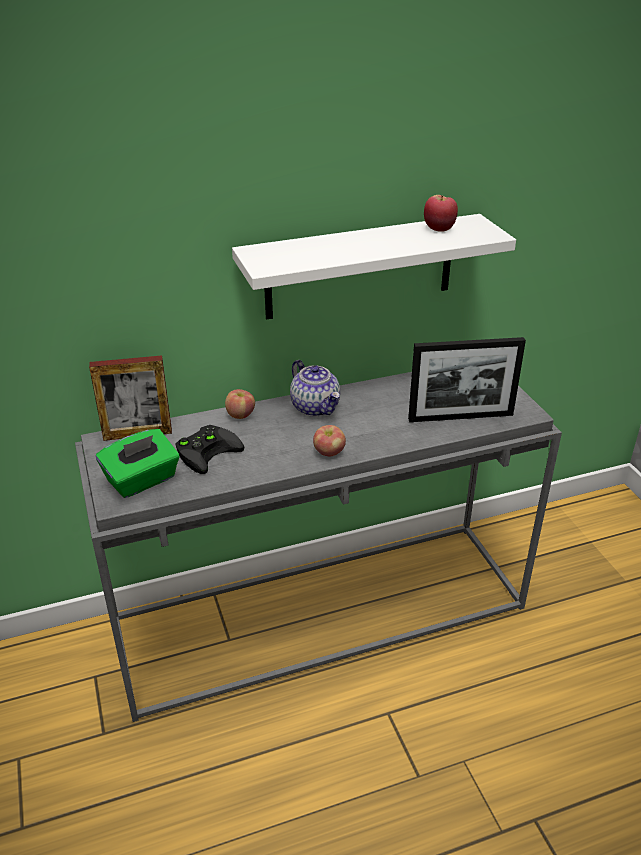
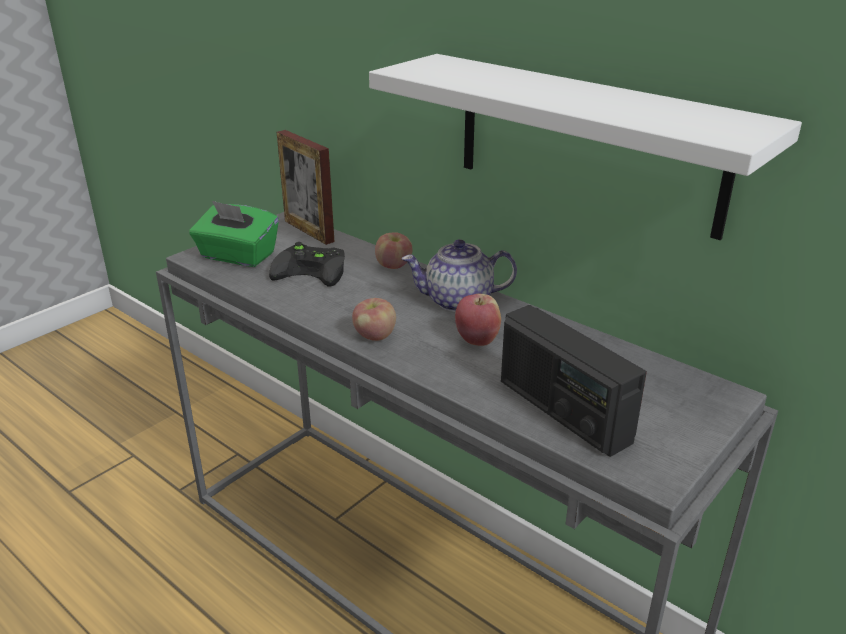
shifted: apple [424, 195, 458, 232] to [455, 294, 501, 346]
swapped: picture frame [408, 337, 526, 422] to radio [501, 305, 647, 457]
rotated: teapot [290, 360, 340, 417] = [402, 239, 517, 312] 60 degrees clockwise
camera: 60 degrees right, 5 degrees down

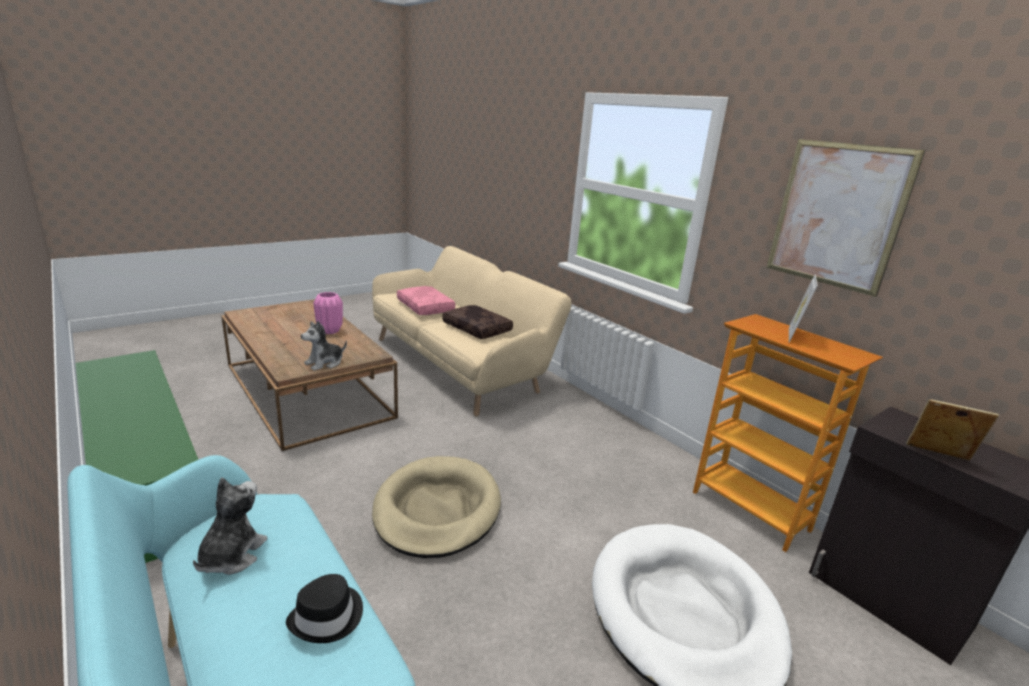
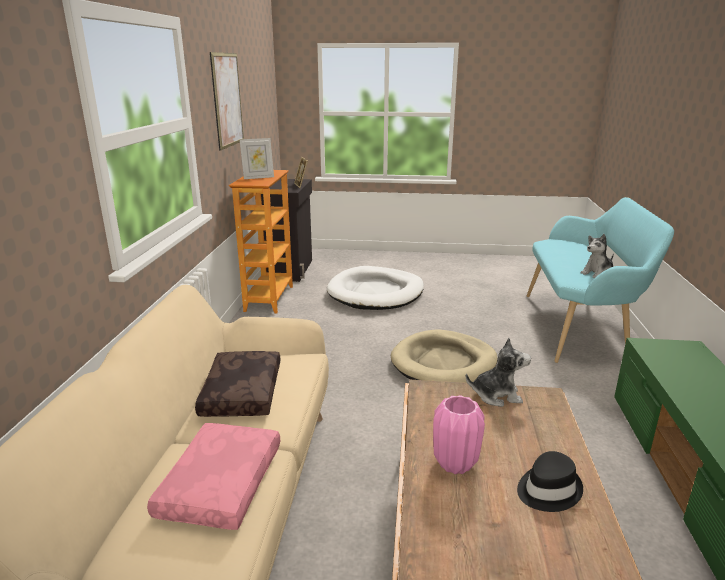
shifted: hat in black [286, 574, 363, 643] to [517, 451, 583, 512]
camera: 135 degrees left, 0 degrees up

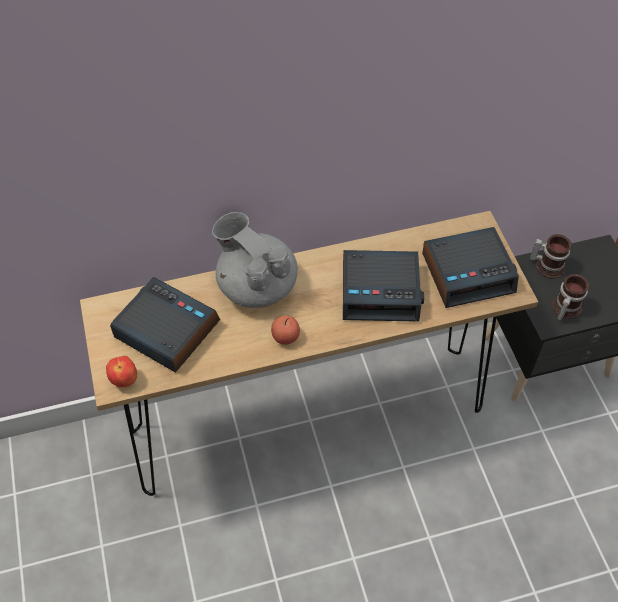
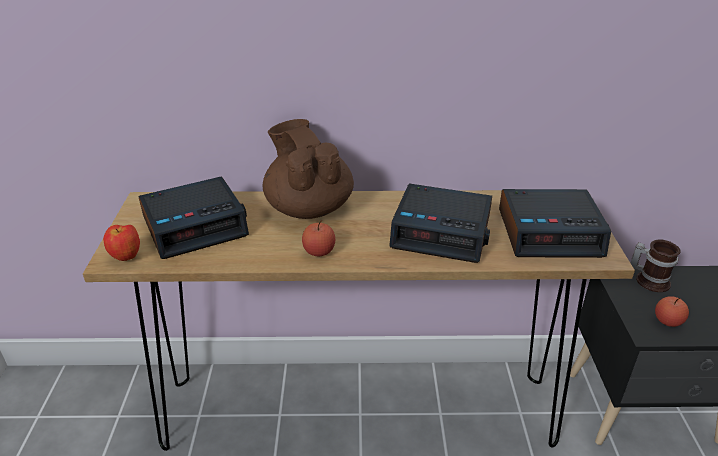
swapped: mug [552, 274, 589, 321] to apple [655, 296, 689, 327]
repainted: teapot in grey [212, 212, 298, 308] to teapot in brown [263, 119, 354, 219]
rotated: alarm clock [110, 277, 220, 373] = [139, 176, 249, 259] 105 degrees clockwise
camera: 15 degrees right, 20 degrees down

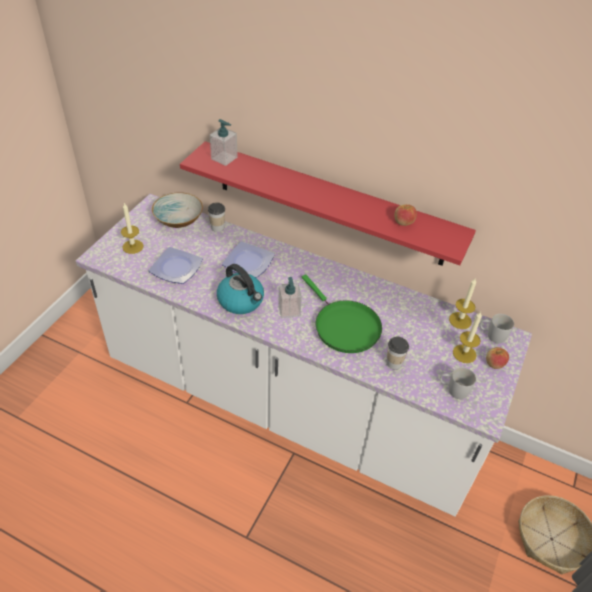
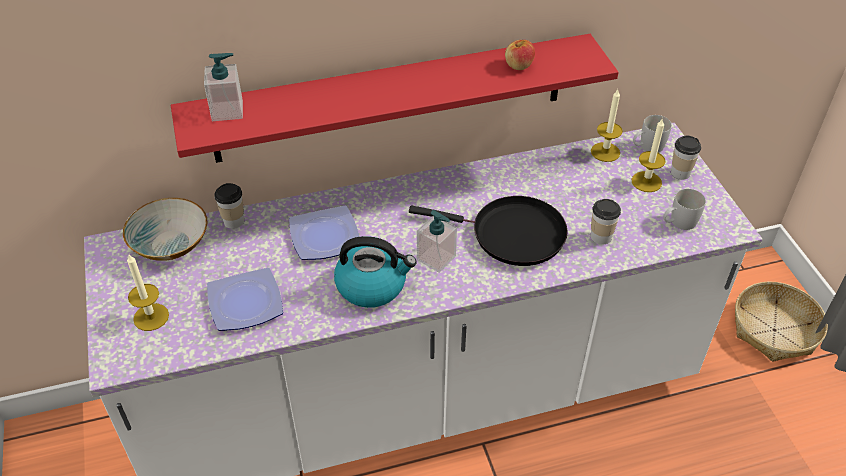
swapped: apple [486, 347, 509, 369] to cup [671, 136, 701, 180]
repainted: frying pan in green [302, 275, 382, 353] to frying pan in black [409, 196, 568, 266]
camera: 40 degrees left, 0 degrees up

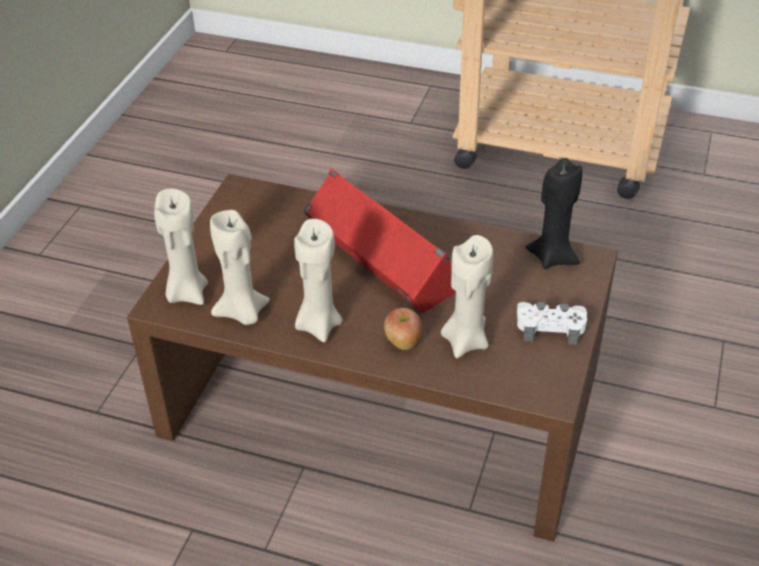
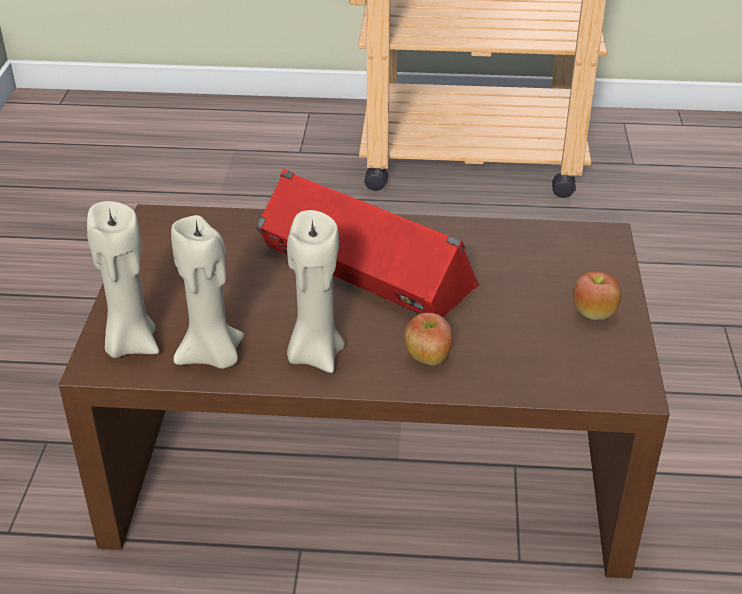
gone: candle in beige [441, 235, 493, 358]; candle in black [526, 158, 583, 269]
swapped: game controller in white [517, 301, 587, 345] to apple [573, 271, 621, 320]
camera: 15 degrees left, 5 degrees down

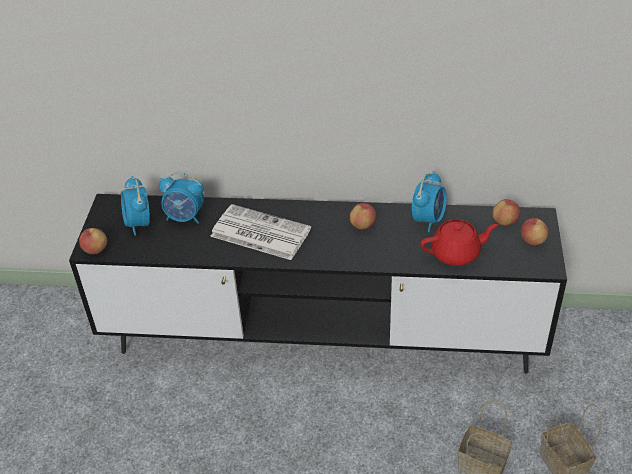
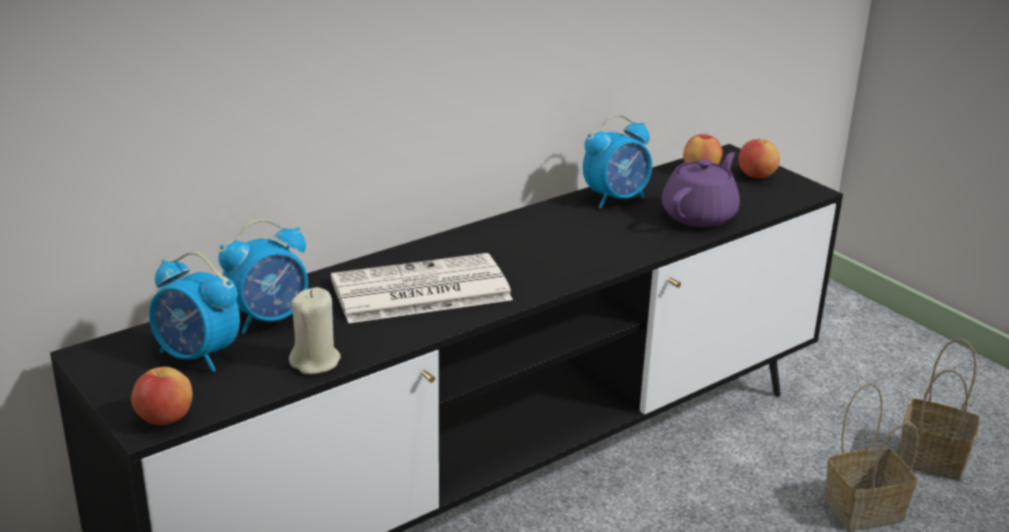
gone: apple [350, 203, 376, 229]
new: candle in beige [289, 287, 341, 374]
repainted: teapot in red [420, 220, 498, 266] to teapot in purple [662, 152, 740, 227]
rotated: alarm clock [412, 171, 447, 233] = [583, 114, 652, 208] 75 degrees clockwise
camera: 45 degrees left, 15 degrees down

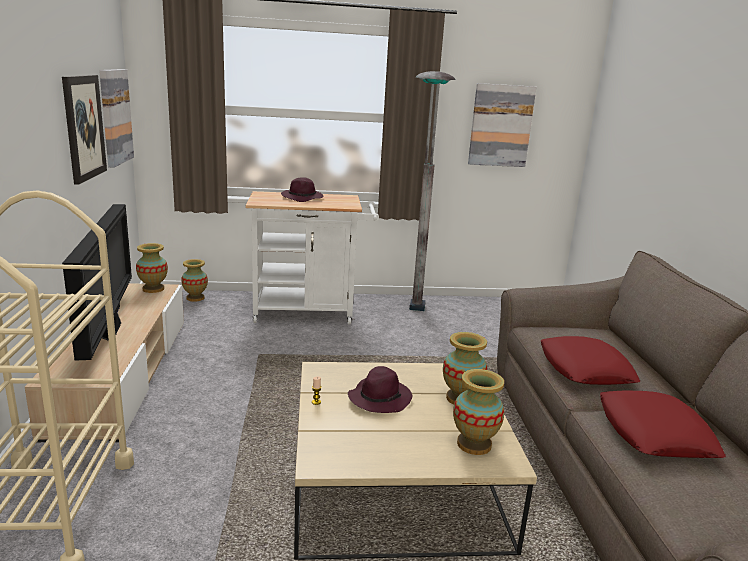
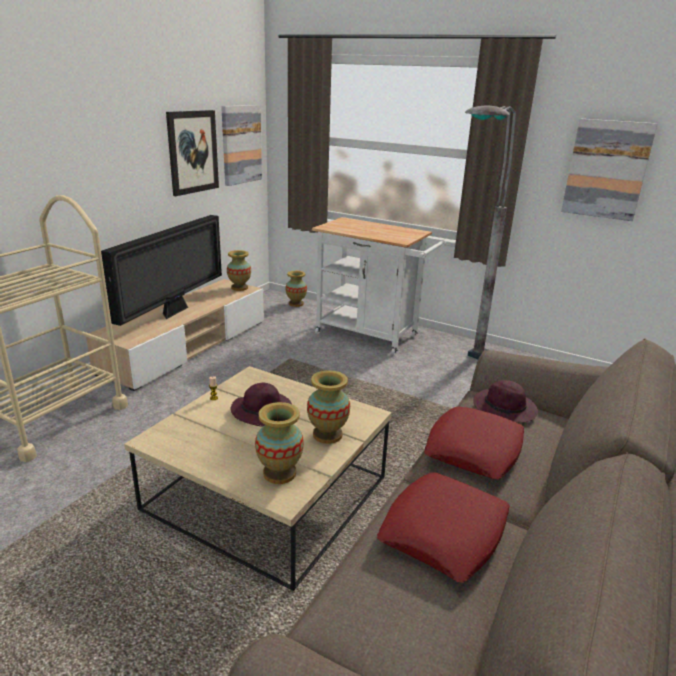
shifted: hat in purple [281, 177, 323, 202] to [473, 380, 538, 422]
camera: 35 degrees right, 5 degrees up

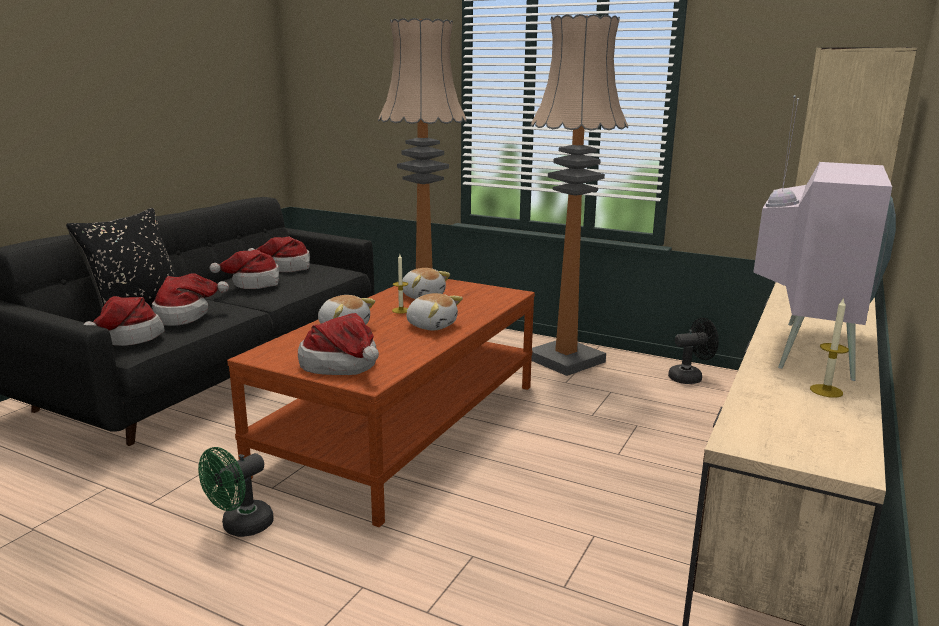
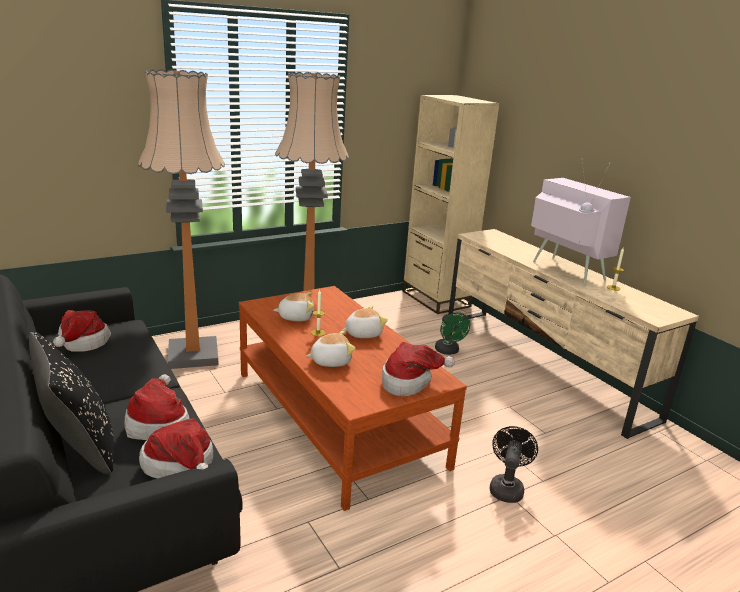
gone: hat [210, 250, 279, 289]
shifted: fan in green [198, 447, 274, 537] to [435, 312, 470, 355]; fan in black [668, 318, 719, 384] to [489, 426, 538, 503]
camera: 60 degrees left, 5 degrees up

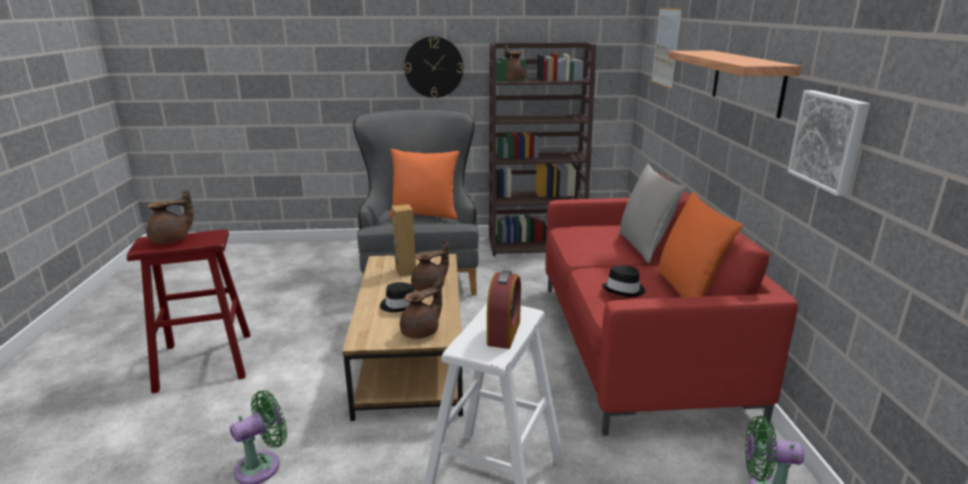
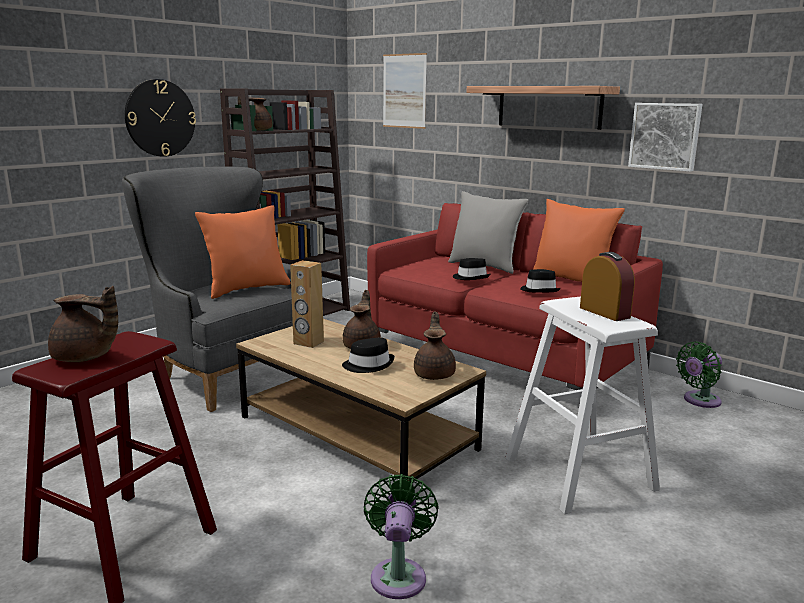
new: hat in black [453, 258, 490, 280]
rotated: teapot in brown [147, 190, 194, 244] = [48, 286, 118, 362] 90 degrees clockwise
camera: 45 degrees left, 5 degrees down

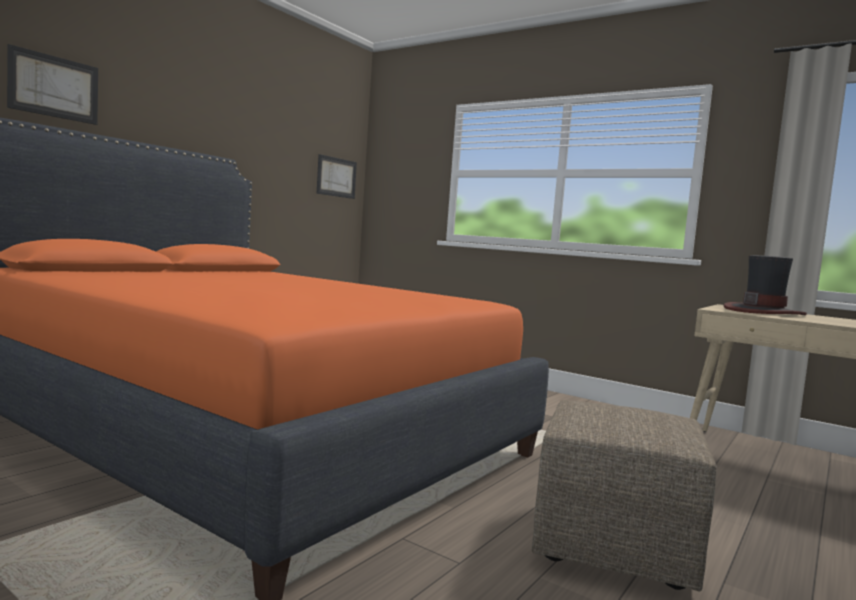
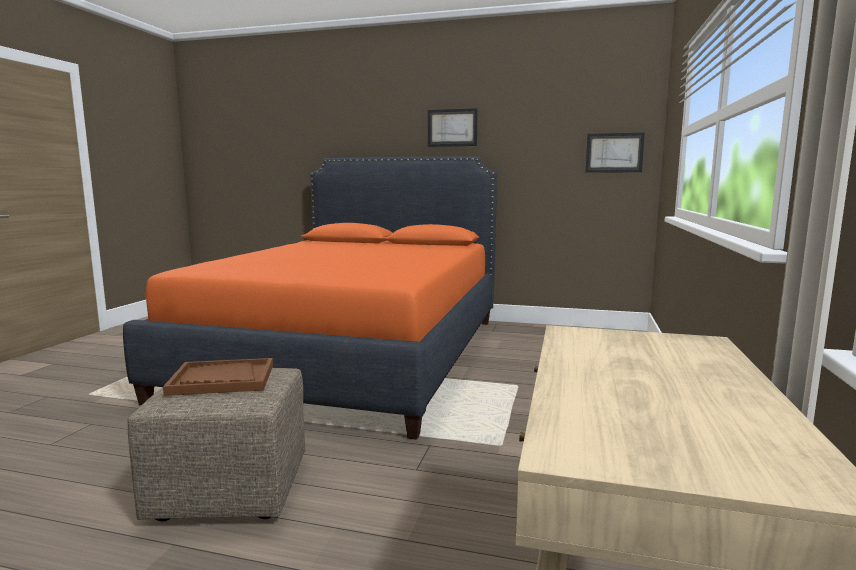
gone: hat [723, 255, 807, 315]
new: tray in brown [163, 358, 273, 396]
shifted: picture [7, 44, 98, 125] to [428, 108, 478, 147]
camera: 70 degrees right, 5 degrees up

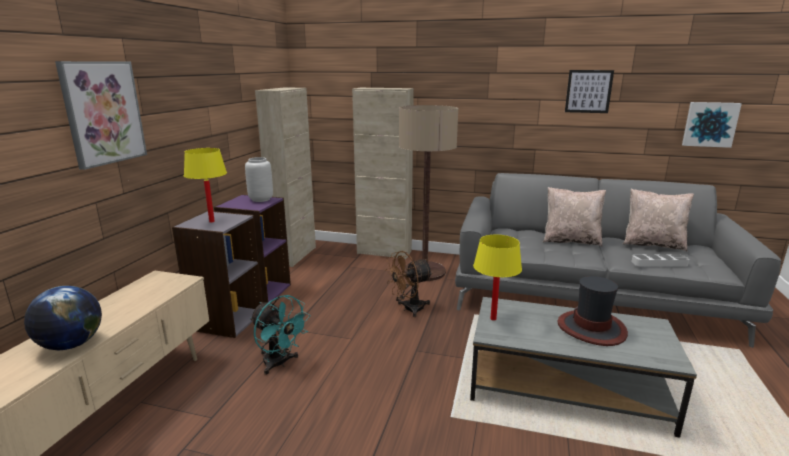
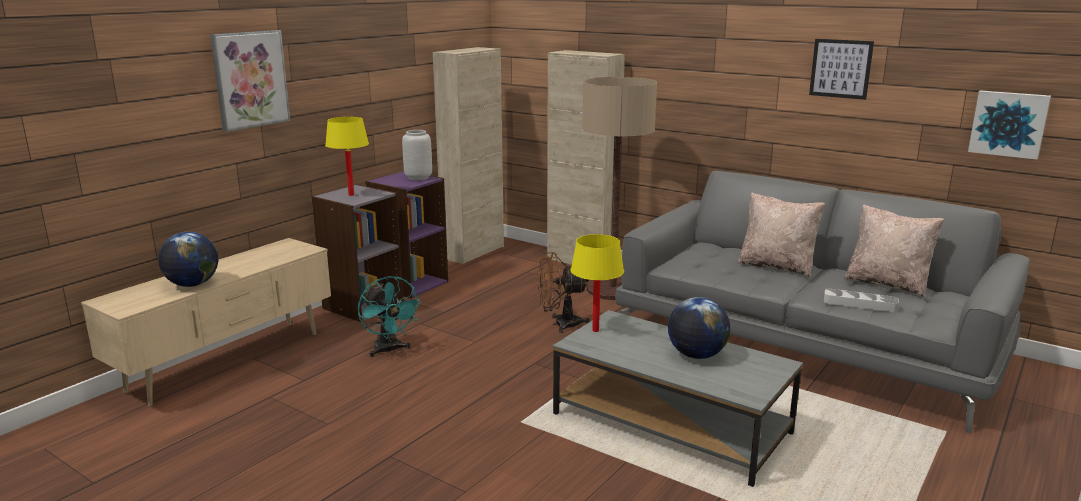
swapped: hat [557, 276, 628, 346] to globe [668, 297, 730, 359]
camera: 20 degrees right, 0 degrees up

